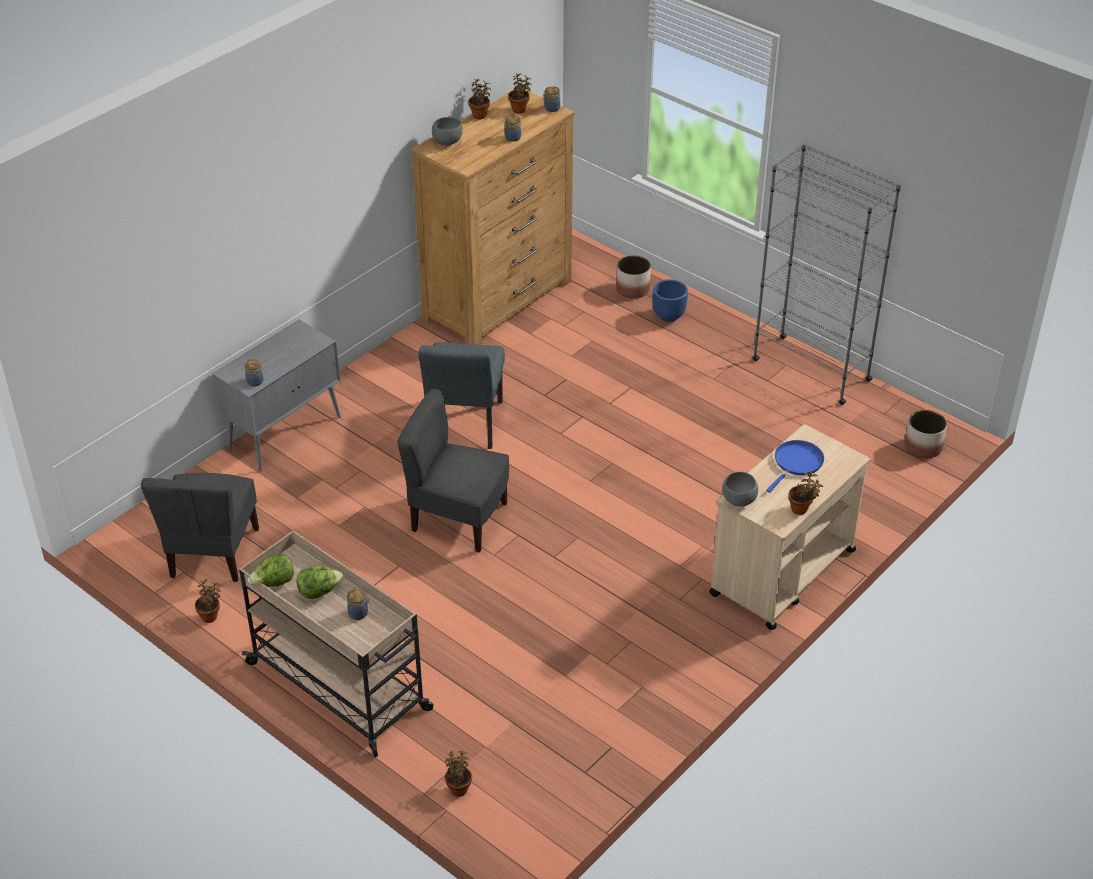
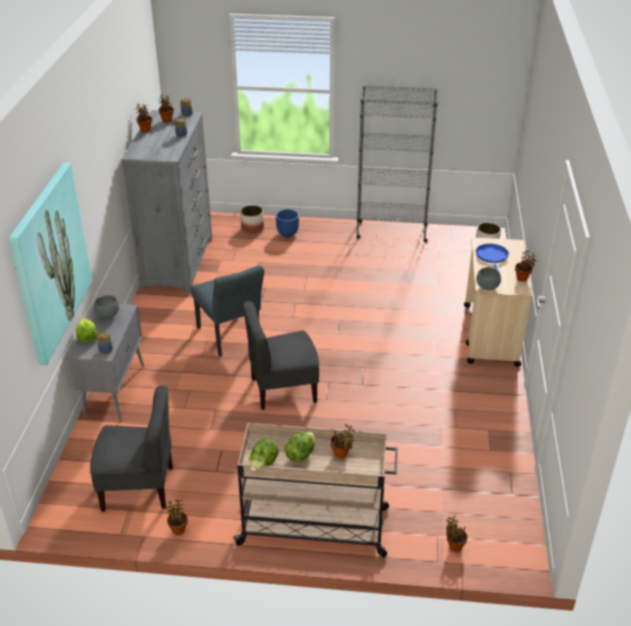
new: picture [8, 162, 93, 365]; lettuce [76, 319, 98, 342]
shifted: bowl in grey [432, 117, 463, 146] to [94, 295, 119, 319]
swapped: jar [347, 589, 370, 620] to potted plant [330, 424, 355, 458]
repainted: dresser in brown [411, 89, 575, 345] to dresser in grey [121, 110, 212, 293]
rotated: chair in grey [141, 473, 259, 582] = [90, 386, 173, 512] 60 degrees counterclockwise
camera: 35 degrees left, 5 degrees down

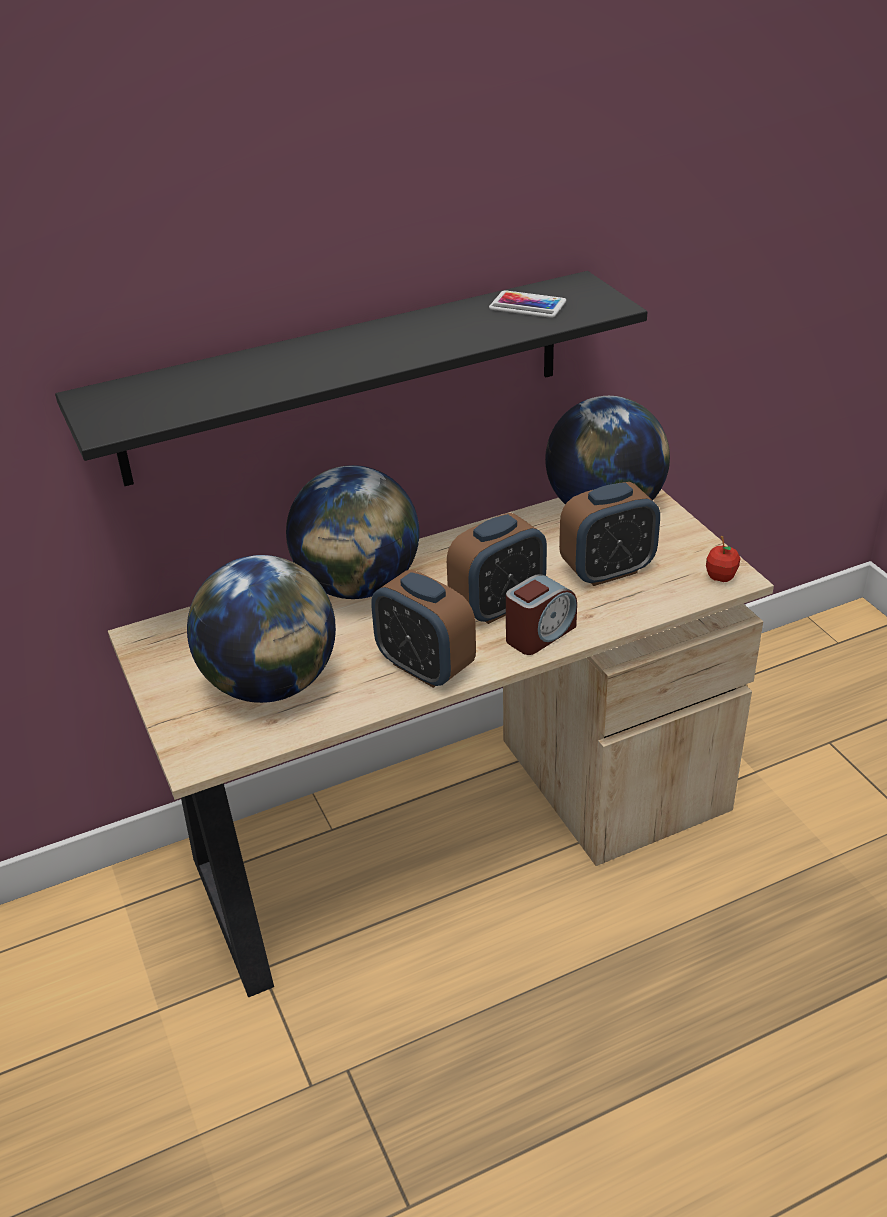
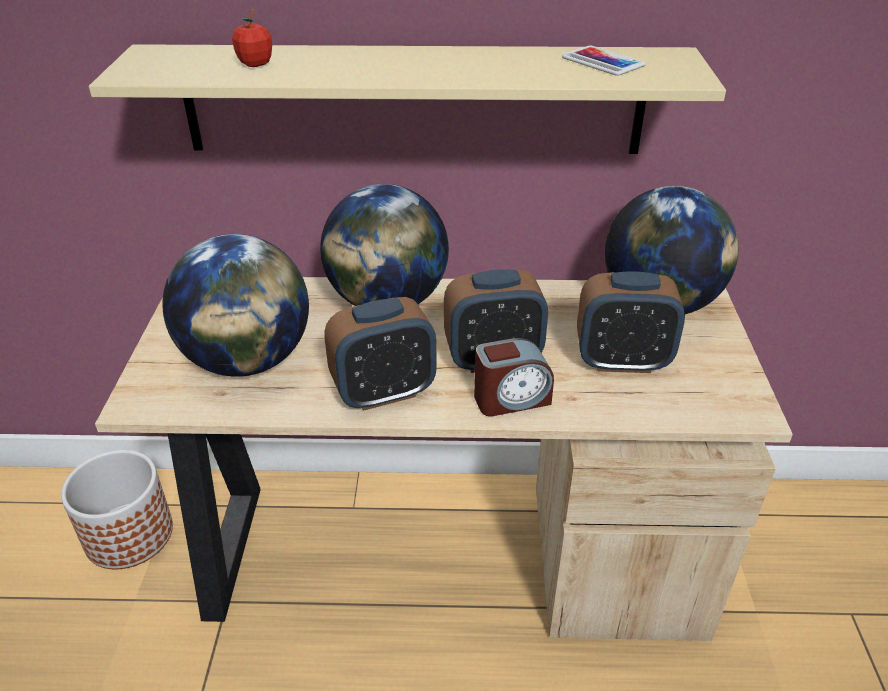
new: planter [61, 450, 173, 569]
shifted: apple [706, 536, 740, 582] to [232, 10, 272, 67]
repainted: shelf in black [55, 271, 647, 486] to shelf in beige [89, 44, 726, 154]
rotated: alarm clock [371, 570, 476, 688] = [325, 297, 437, 411] 90 degrees counterclockwise
camera: 25 degrees right, 0 degrees up

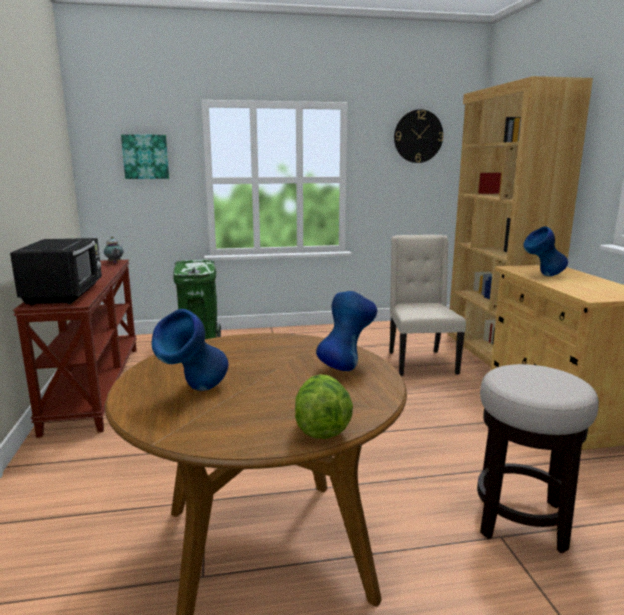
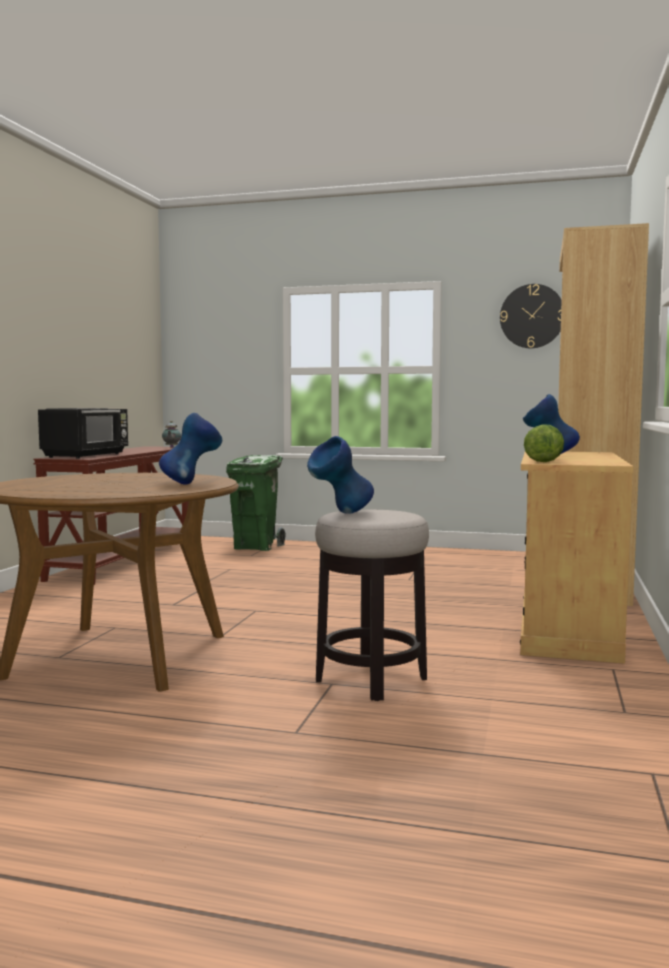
gone: picture [121, 134, 169, 179]; chair in beige [389, 235, 466, 376]
shifted: vase in blue [152, 309, 228, 391] to [307, 436, 374, 514]; lettuce [295, 374, 353, 439] to [524, 424, 564, 462]
camera: 25 degrees right, 10 degrees down

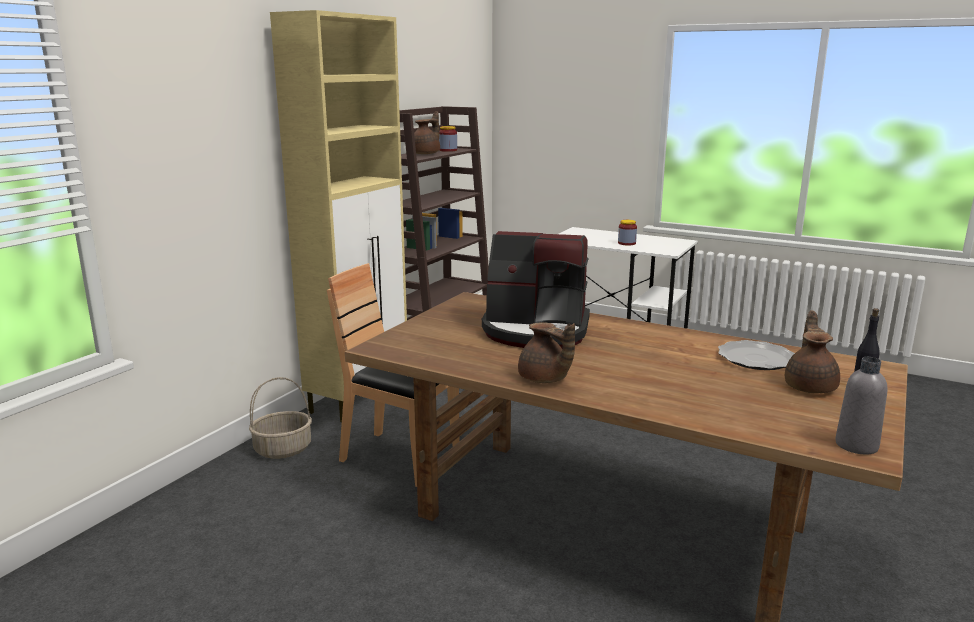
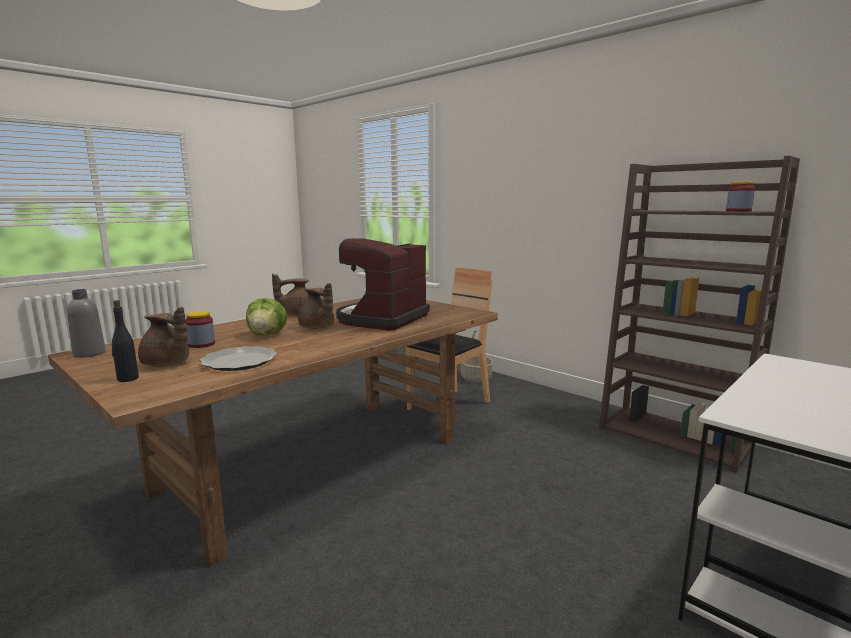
gone: cabinet in beige [270, 10, 407, 422]
new: lettuce [246, 298, 287, 335]
shifted: teapot in brown [414, 111, 440, 154] to [298, 283, 334, 329]; jar [618, 220, 637, 245] to [186, 311, 215, 348]
camera: 105 degrees right, 5 degrees down

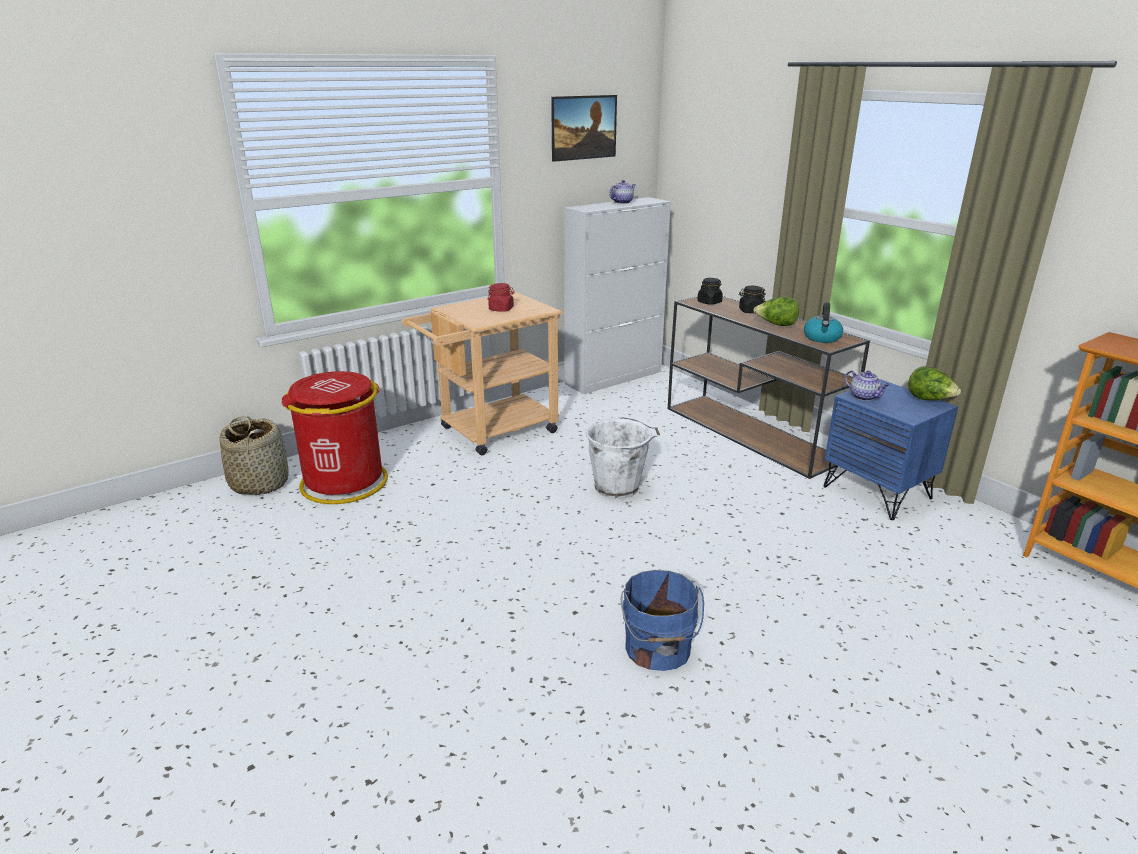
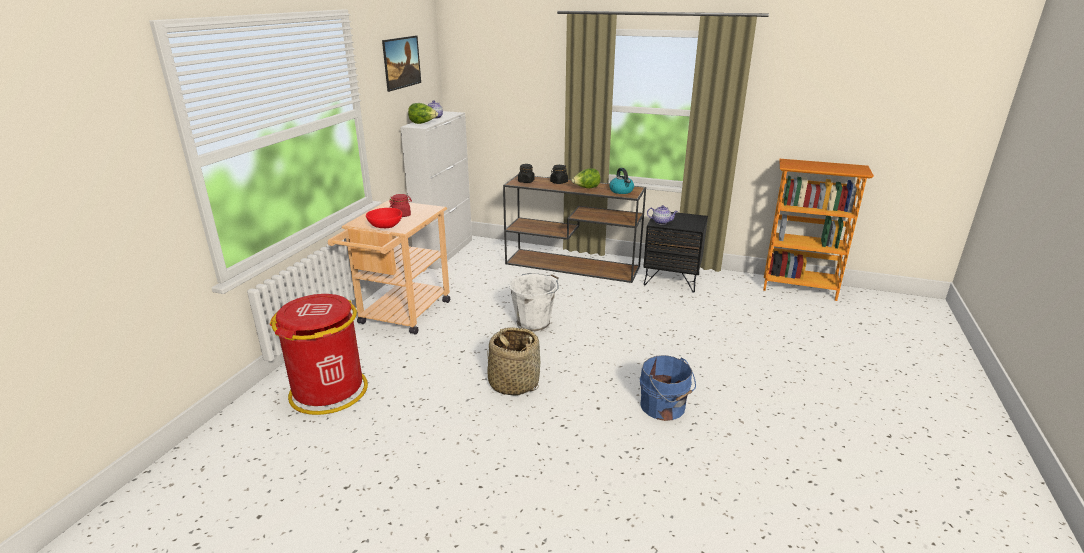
new: bowl in red [366, 208, 402, 228]
shifted: basket [220, 416, 289, 495] to [487, 327, 540, 396]; lettuce [908, 366, 961, 400] to [408, 103, 438, 124]
repainted: nightstand in blue [823, 379, 958, 520] to nightstand in black [643, 212, 708, 293]
camera: 35 degrees left, 0 degrees up

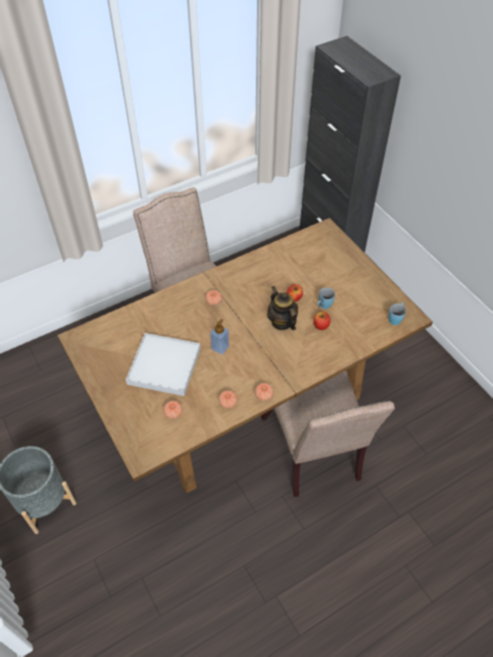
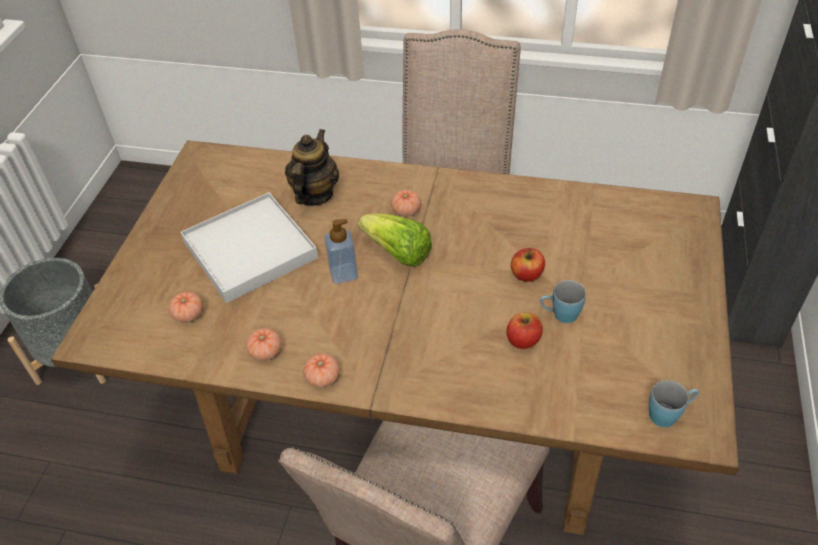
new: lettuce [358, 213, 432, 267]
shifted: teapot [267, 286, 298, 330] to [285, 129, 339, 206]
camera: 45 degrees right, 5 degrees down

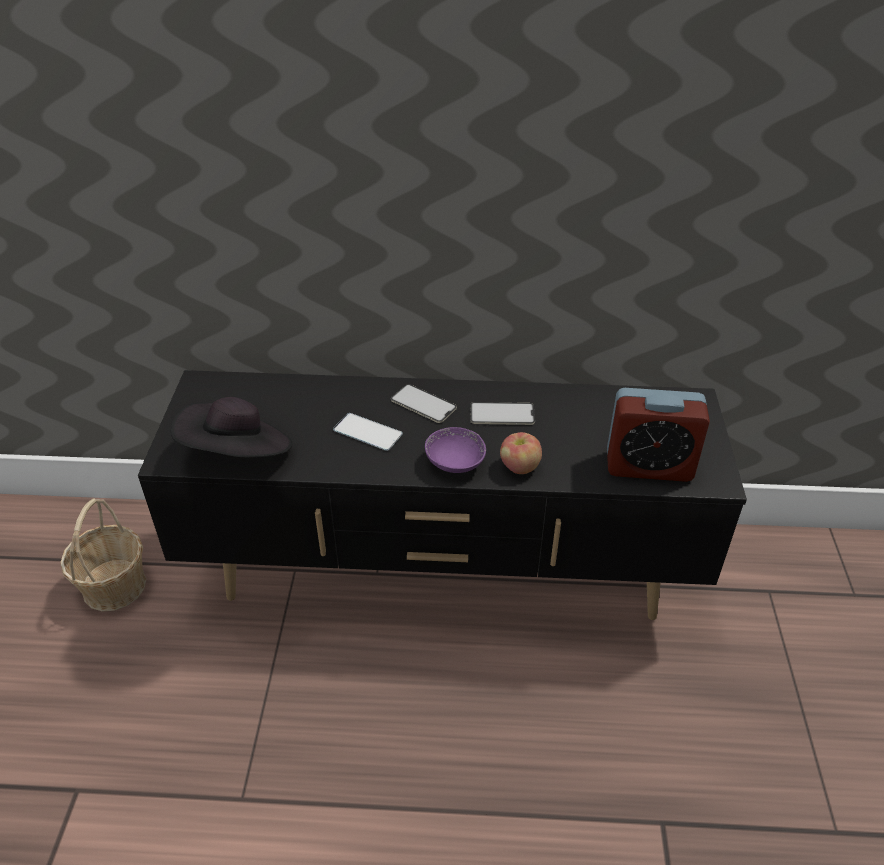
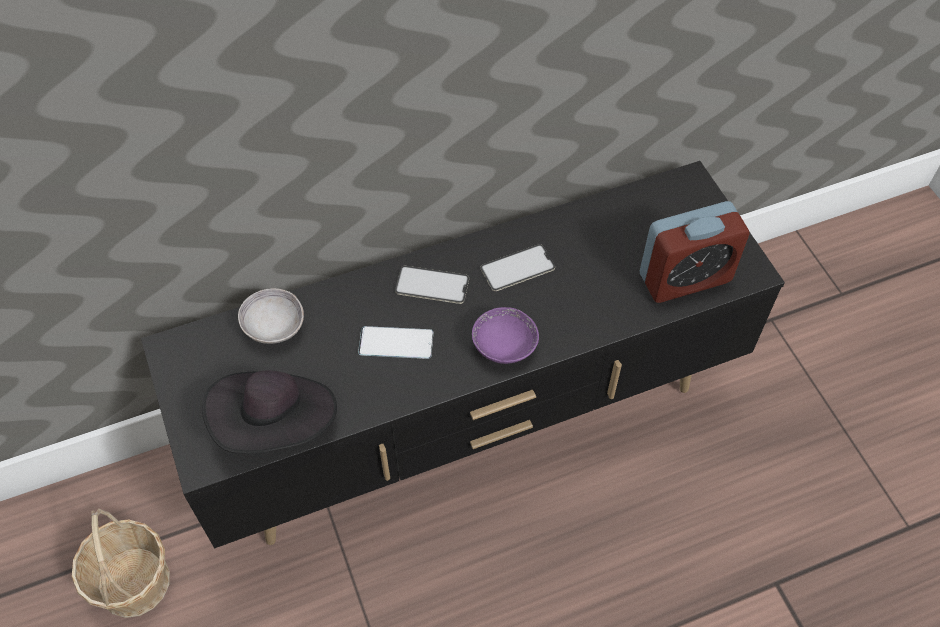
gone: apple [500, 432, 542, 474]
new: bowl in grey [238, 288, 304, 344]
camera: 25 degrees left, 15 degrees up

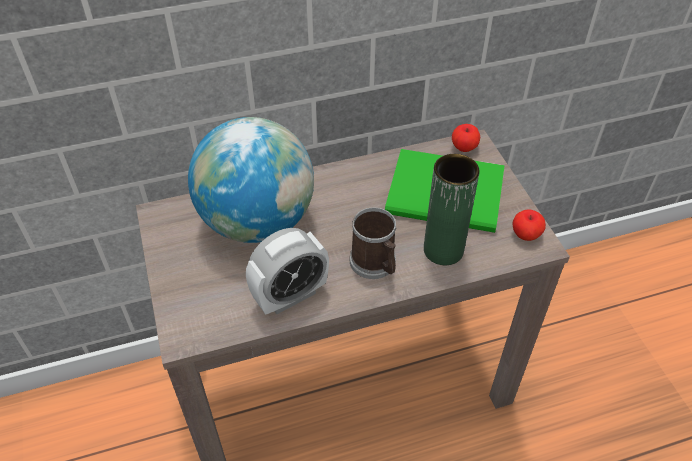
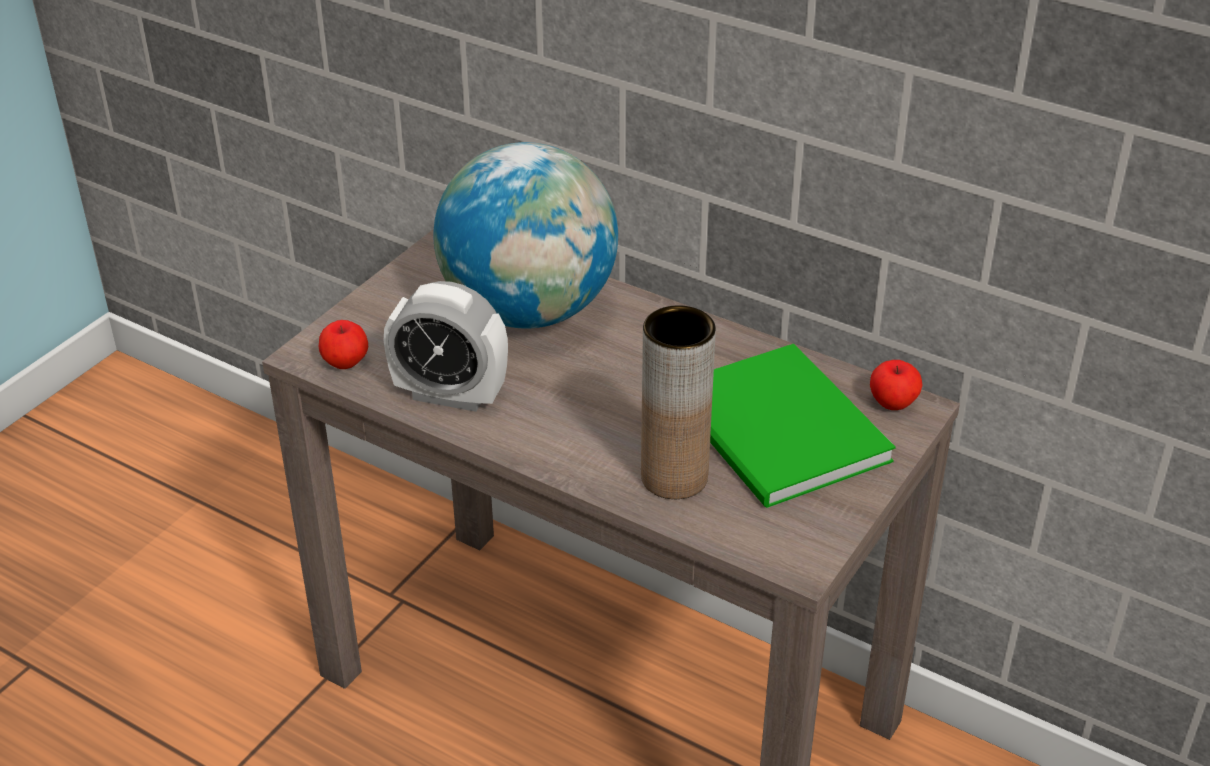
gone: mug [350, 207, 396, 279]
shifted: apple [512, 210, 546, 241] to [319, 320, 368, 369]
repainted: vase in green [424, 154, 480, 265] to vase in brown [641, 305, 716, 499]
camera: 50 degrees right, 10 degrees down

